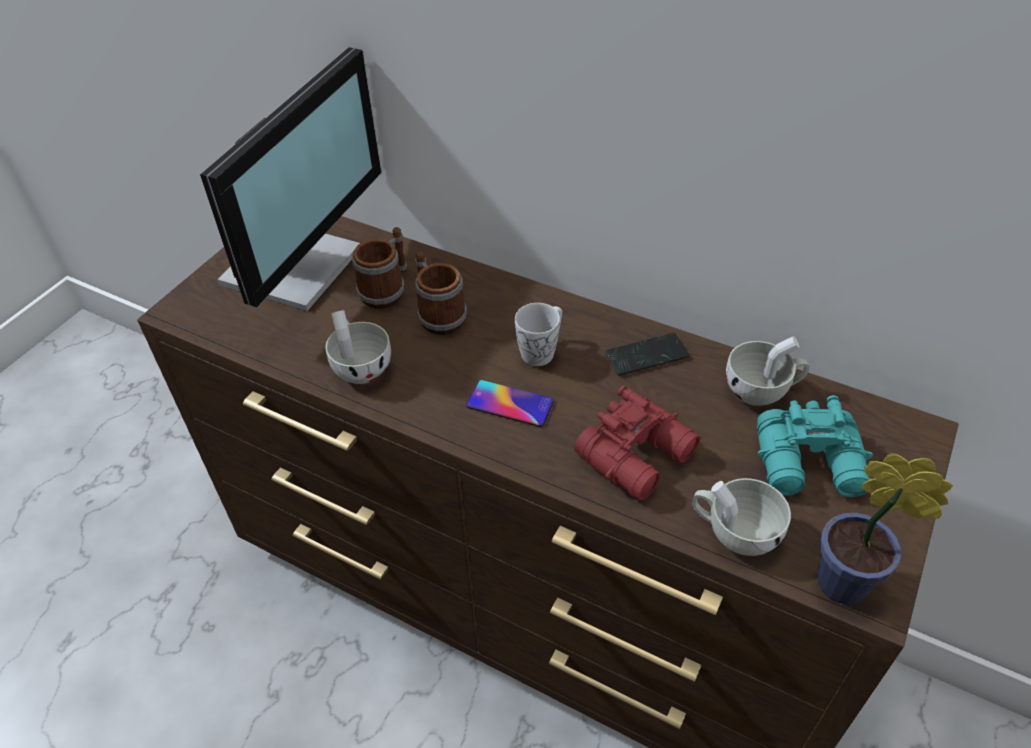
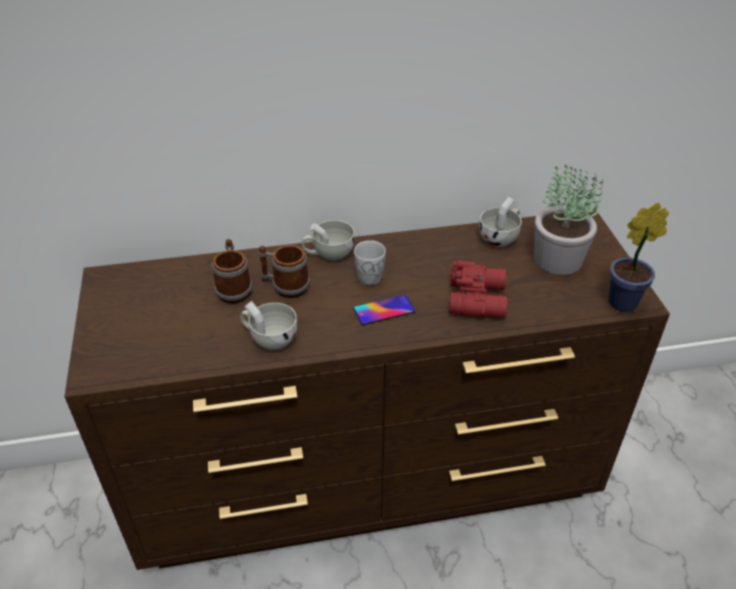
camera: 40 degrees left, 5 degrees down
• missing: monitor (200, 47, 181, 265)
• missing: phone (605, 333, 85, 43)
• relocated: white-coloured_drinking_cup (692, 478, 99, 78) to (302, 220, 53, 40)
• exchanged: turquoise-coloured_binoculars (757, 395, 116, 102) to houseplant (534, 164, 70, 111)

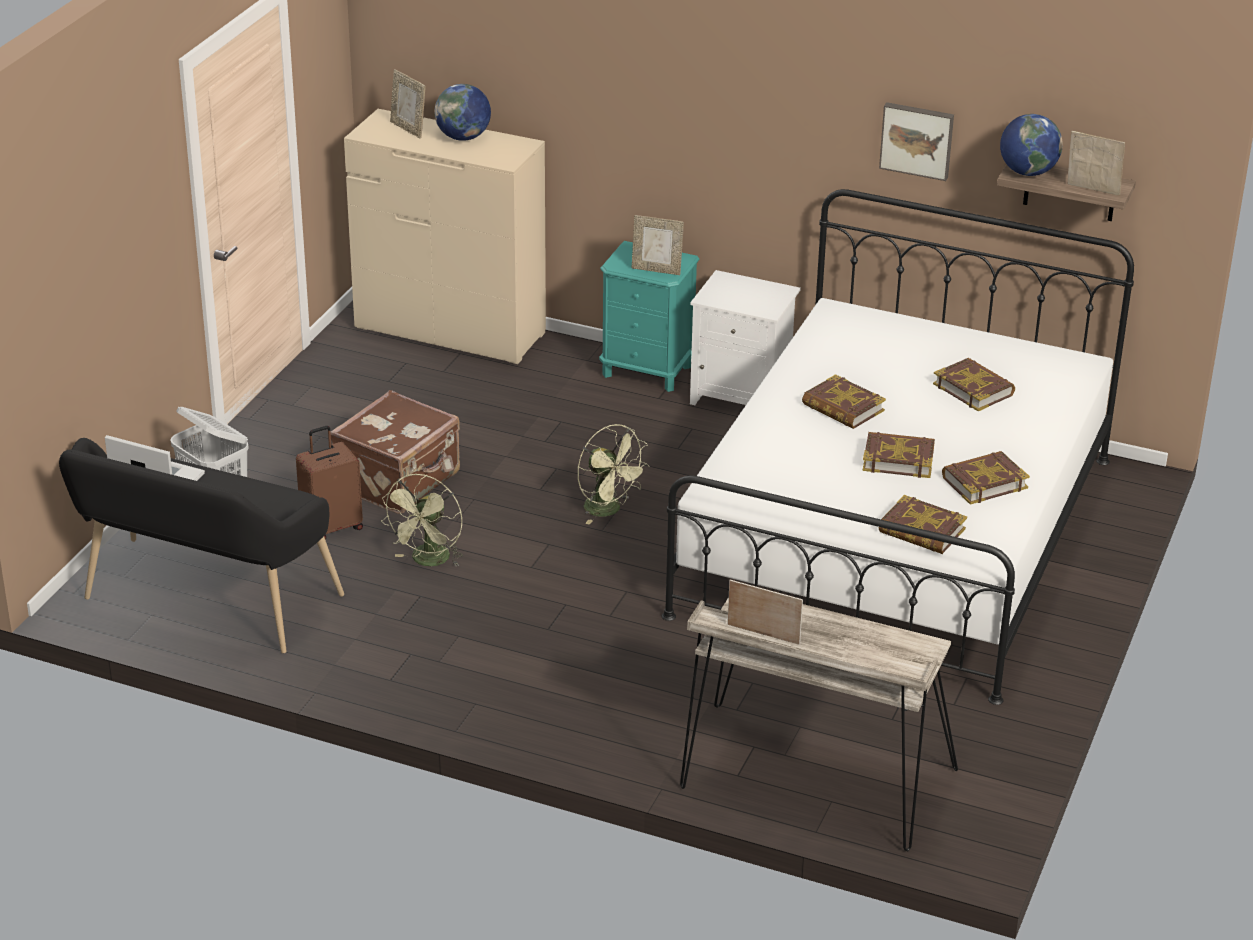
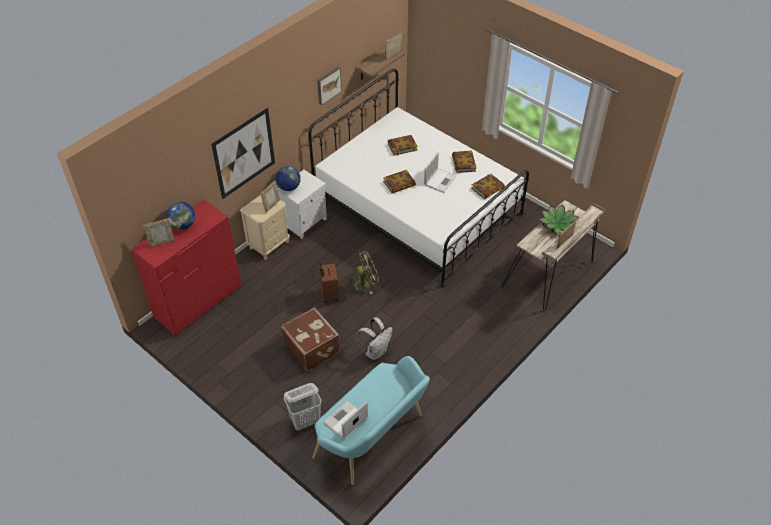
camera: 70 degrees left, 15 degrees up
• appeared: picture (211, 108, 64, 91)
• appeared: houseplant (539, 205, 40, 29)
• relocated: brown_travel_case (296, 426, 67, 114) to (319, 263, 20, 40)
• relocated: desk_globe (1000, 114, 63, 62) to (276, 166, 25, 25)
• exchanged: greenish_electric_fan (381, 474, 82, 92) to white-coloured_rucksack (357, 317, 36, 43)
• exchanged: volume (863, 432, 72, 46) to portable_computer (424, 152, 33, 41)
• colour: black_long_seat (59, 438, 285, 215) to turquoise-coloured_long_seat (312, 356, 118, 129)
• colour: beige_chest_of_drawers (344, 109, 202, 255) to red_chest_of_drawers (132, 200, 109, 135)
• colour: turquoise-coloured_bedside_table (599, 241, 101, 151) to beige_bedside_table (240, 195, 50, 65)

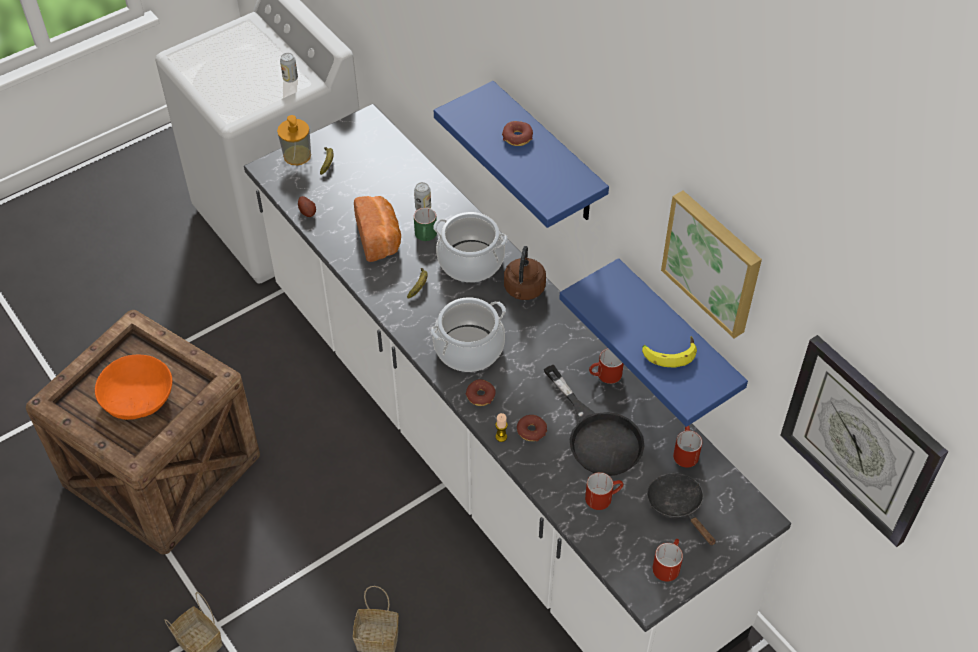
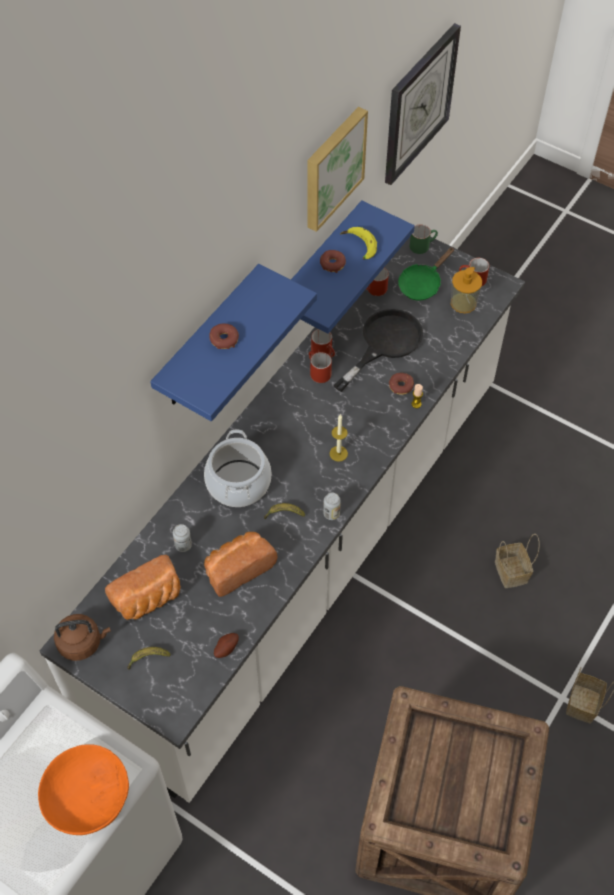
camera: 110 degrees left, 5 degrees up
• appeared: bread (105, 555, 76, 65)
• relocated: orange_deep_dish (95, 355, 77, 65) to (38, 744, 91, 91)
• relocated: soap_bottle (277, 115, 34, 50) to (451, 267, 31, 46)
• relocated: can (280, 53, 18, 29) to (323, 493, 18, 27)
• relocated: greenish_tea_mug (414, 208, 23, 33) to (410, 225, 28, 29)
• relocated: ring_doughnut (466, 379, 30, 27) to (320, 250, 26, 23)
• relocated: brown_water_kettle (504, 246, 42, 54) to (54, 614, 57, 47)
• relocated: red_tea_mug (585, 472, 38, 38) to (309, 351, 23, 32)
• exchanged: saucepot (431, 297, 75, 75) to candle (330, 414, 18, 48)
• colour: black_frying_pan (647, 473, 69, 72) to greenish_frying_pan (398, 247, 57, 53)

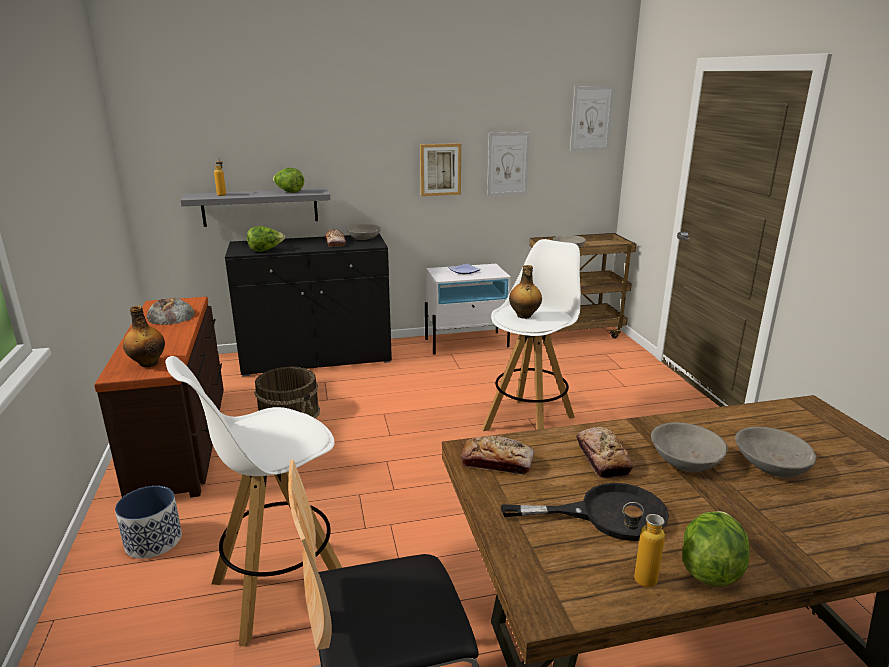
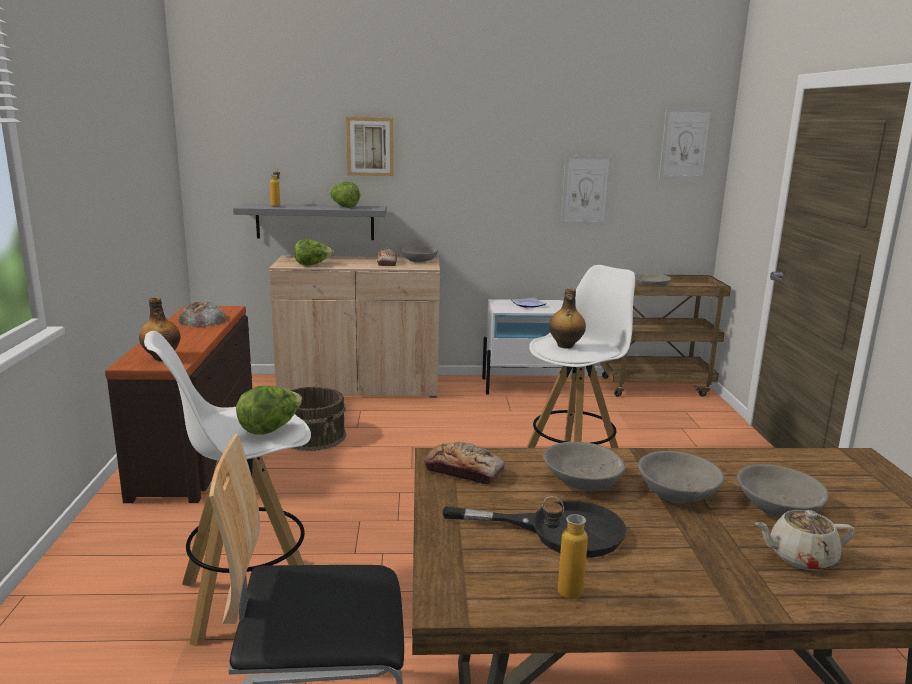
camera: 10 degrees right, 5 degrees down
• missing: plant_pot (115, 486, 67, 73)
• appeared: beige_pot_for_tea (754, 510, 101, 61)
• relocated: picture (420, 143, 41, 53) to (346, 117, 47, 59)
• relocated: head_of_lettuce (682, 511, 67, 75) to (236, 385, 66, 50)
• exchanged: bread (576, 427, 57, 52) to grey_deep_dish (543, 442, 83, 50)
• colour: black_cabinet (225, 234, 167, 142) to beige_cabinet (269, 256, 171, 142)

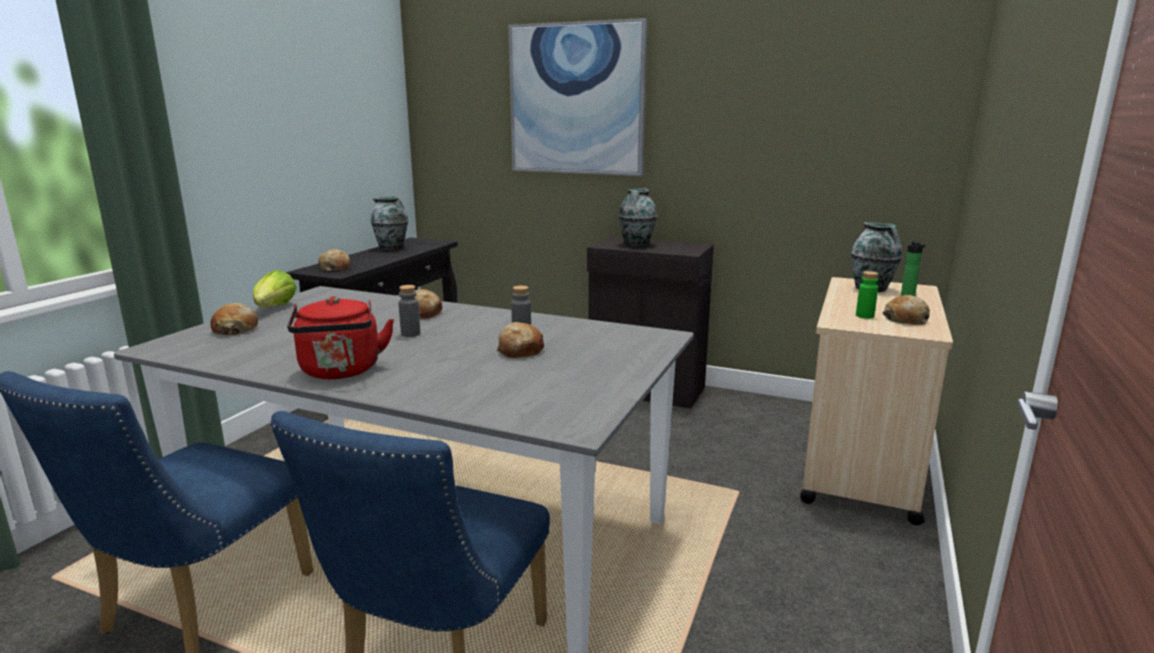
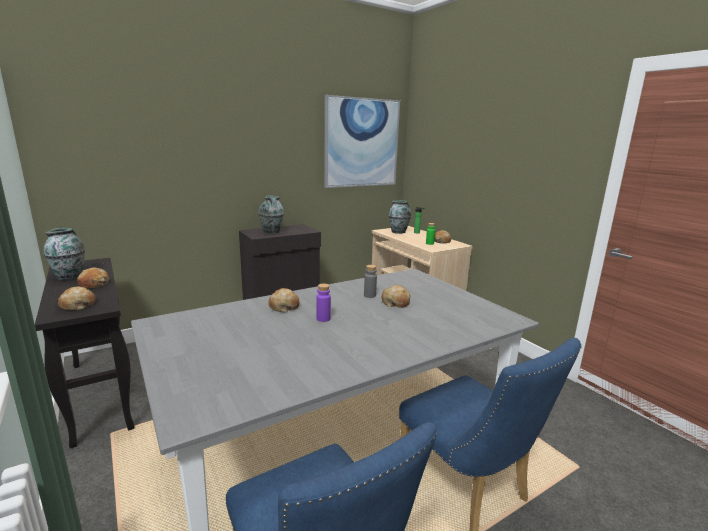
camera: 55 degrees left, 0 degrees up
• missing: head_of_lettuce (253, 270, 44, 37)
• missing: red_water_kettle (287, 296, 107, 83)
• relocated: bread (210, 303, 48, 32) to (77, 268, 32, 20)
• relocated: picture (508, 18, 139, 158) to (324, 95, 76, 93)
• colour: grey_bottle (398, 285, 22, 52) to purplish_bottle (316, 283, 15, 39)

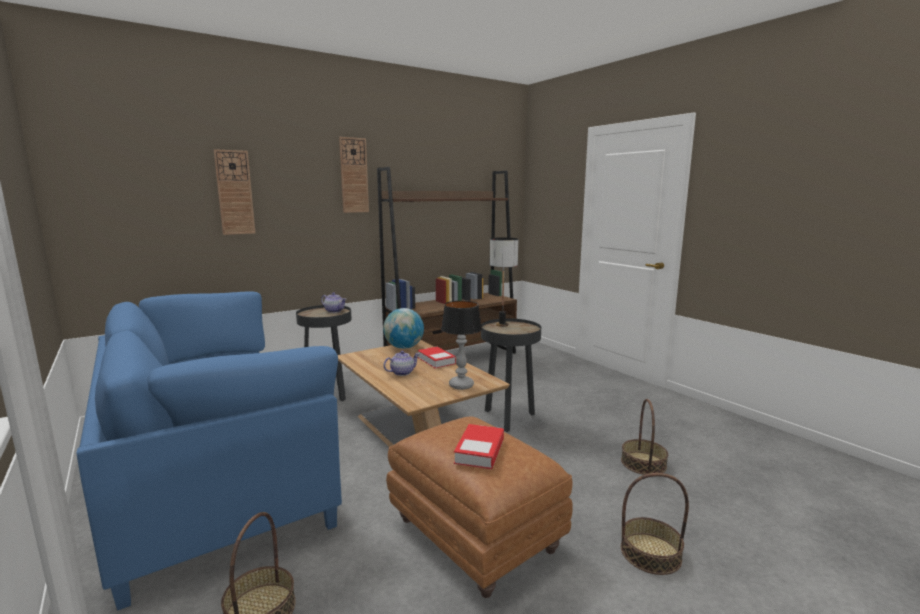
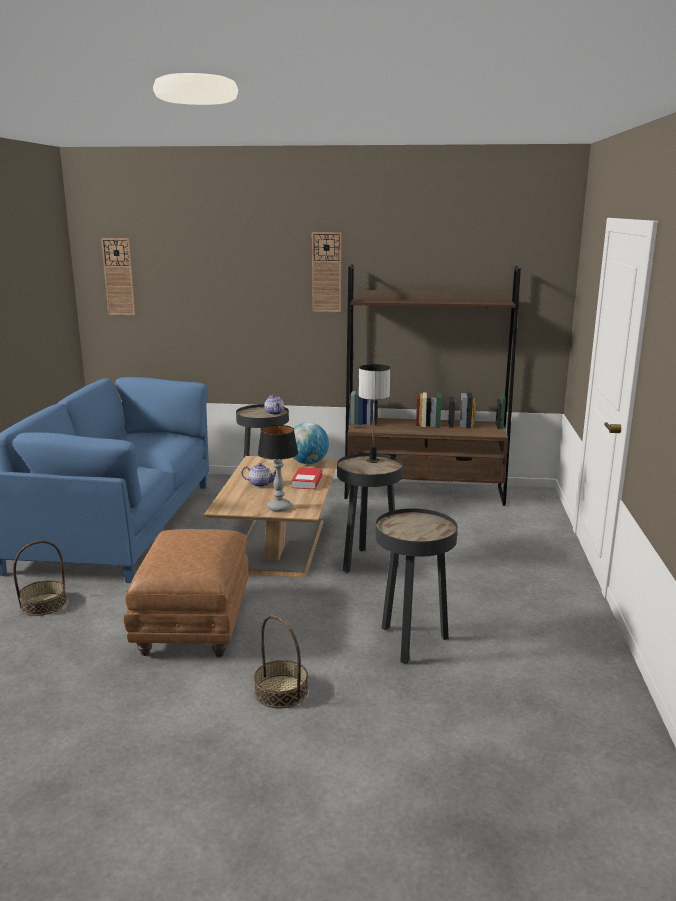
camera: 40 degrees right, 5 degrees up
• missing: volume (454, 424, 50, 45)
• relocated: clock_on_the_wall (214, 149, 41, 86) to (101, 238, 35, 77)
• exchanged: household_basket (621, 399, 47, 76) to black_side_table (375, 508, 82, 156)

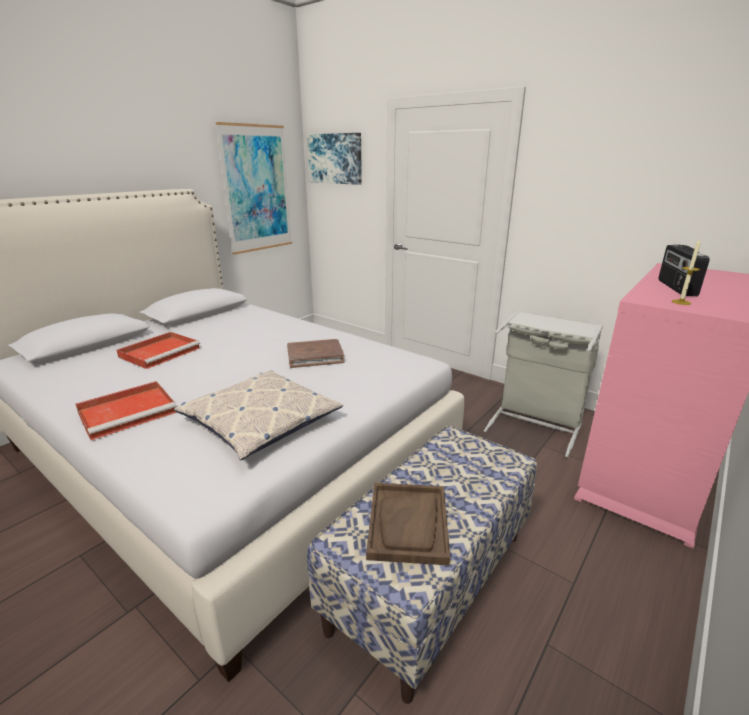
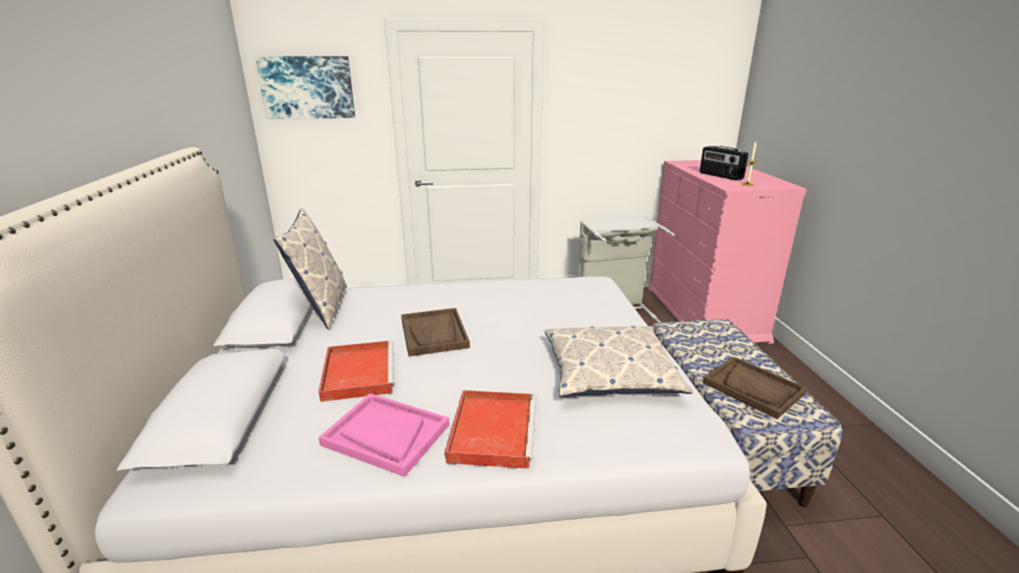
camera: 45 degrees left, 0 degrees up
• missing: picture (216, 122, 76, 133)
• missing: brown_volume (287, 339, 58, 29)
• appeared: pillow (274, 209, 73, 120)
• appeared: pink_serving_tray (318, 393, 131, 84)
• appeared: brown_serving_tray (401, 308, 69, 49)

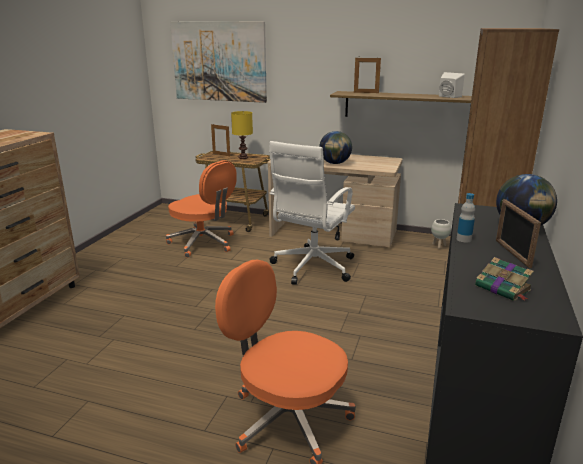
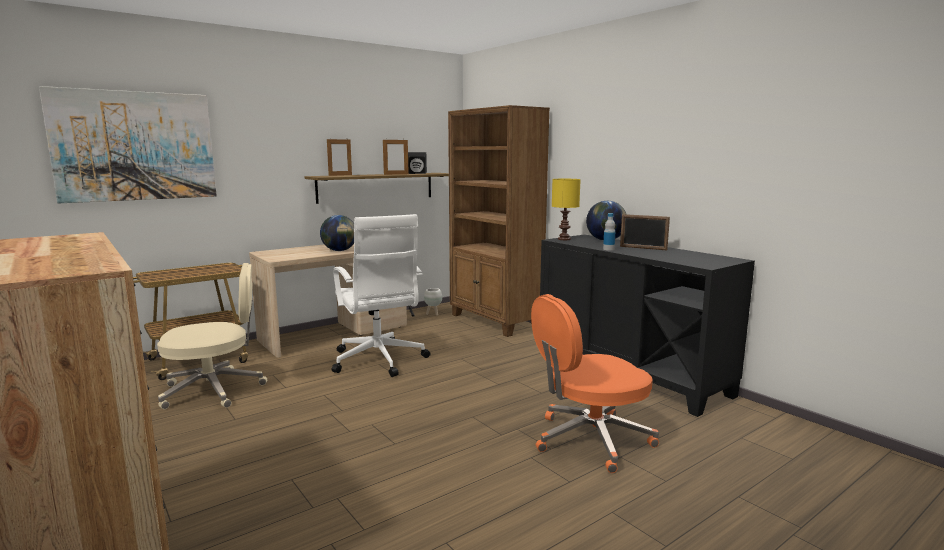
camera: 55 degrees left, 10 degrees down
• missing: volume (475, 257, 59, 44)
• relocated: standing_frame (211, 124, 19, 32) to (383, 140, 26, 35)
• relocated: yellow-coloured_lamp_for_a_table (231, 111, 22, 48) to (552, 179, 29, 61)
• colour: orange_computer_chair (166, 160, 71, 98) to beige_computer_chair (157, 263, 110, 146)
• colour: white-coloured_speaker (439, 72, 26, 26) to black_speaker (408, 152, 19, 22)

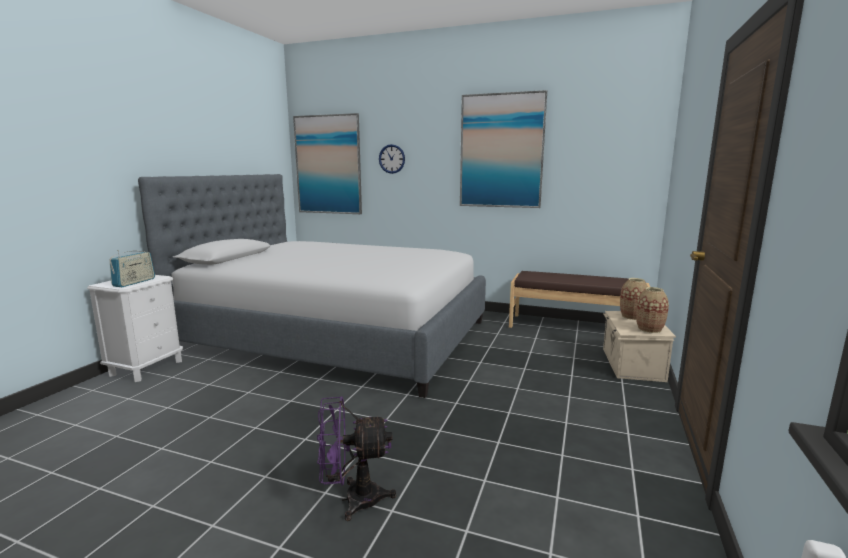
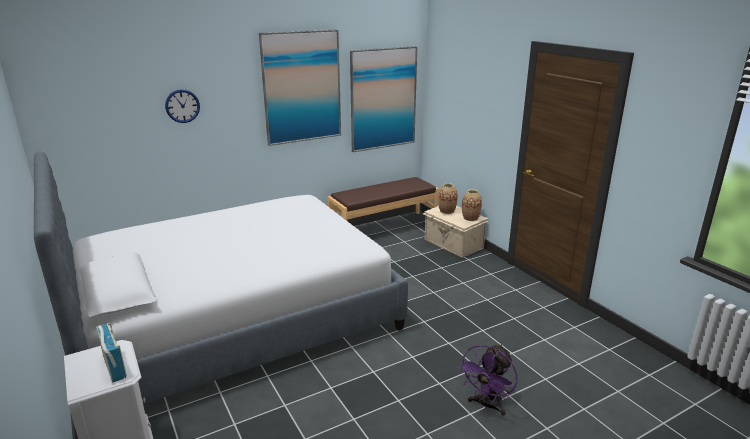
camera: 50 degrees left, 10 degrees up
• relocated: picture (293, 113, 69, 101) to (350, 46, 67, 106)

